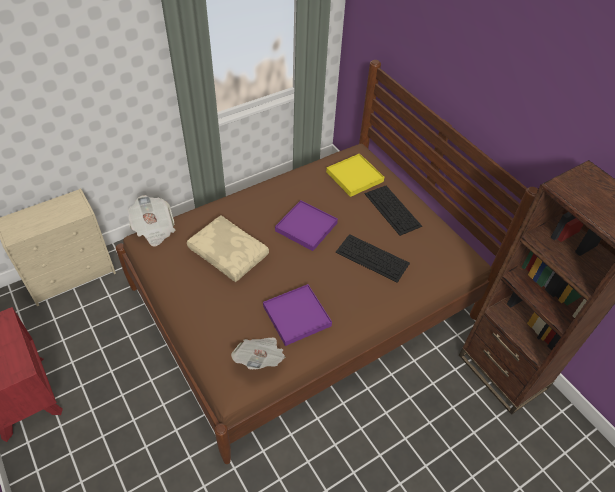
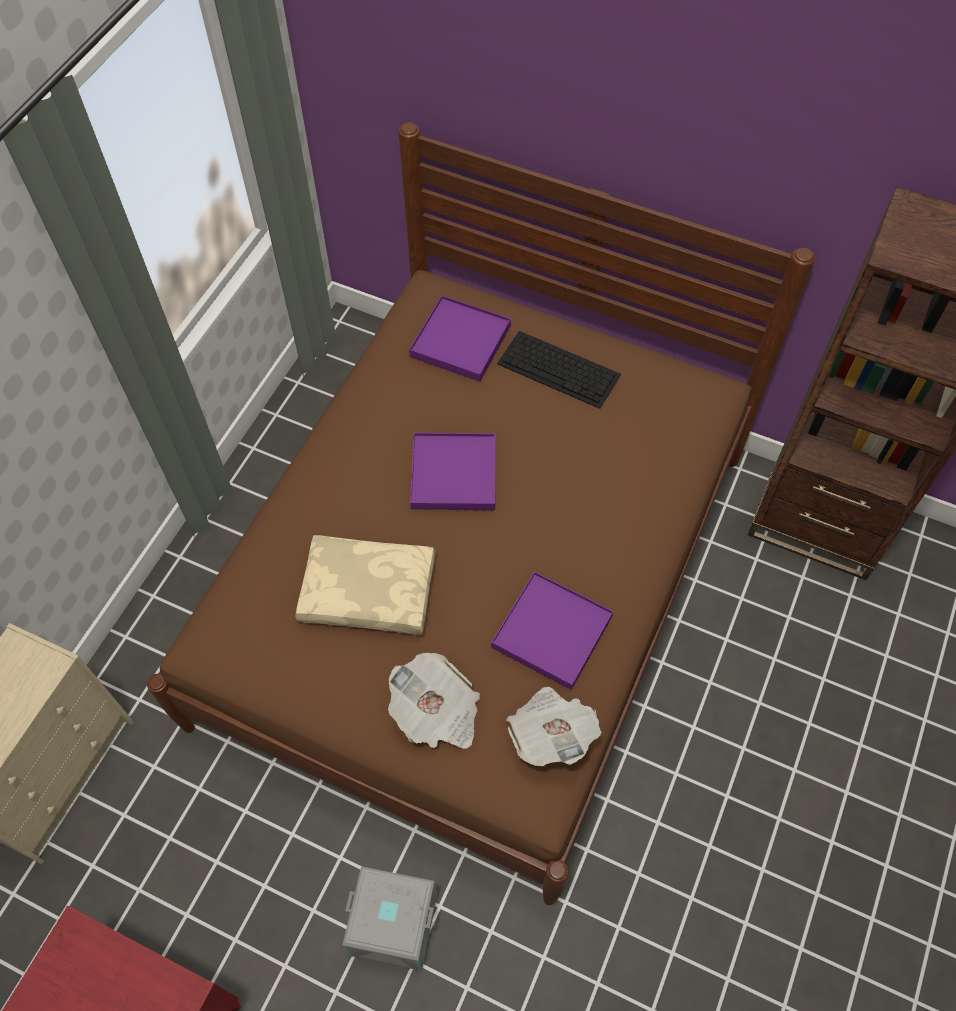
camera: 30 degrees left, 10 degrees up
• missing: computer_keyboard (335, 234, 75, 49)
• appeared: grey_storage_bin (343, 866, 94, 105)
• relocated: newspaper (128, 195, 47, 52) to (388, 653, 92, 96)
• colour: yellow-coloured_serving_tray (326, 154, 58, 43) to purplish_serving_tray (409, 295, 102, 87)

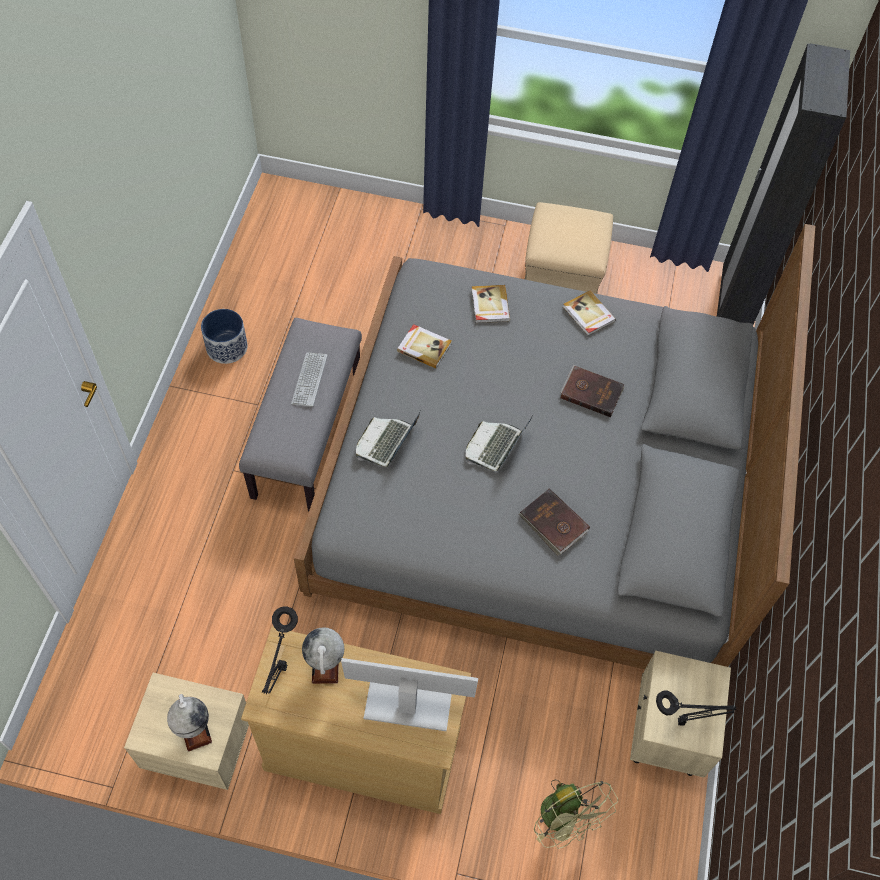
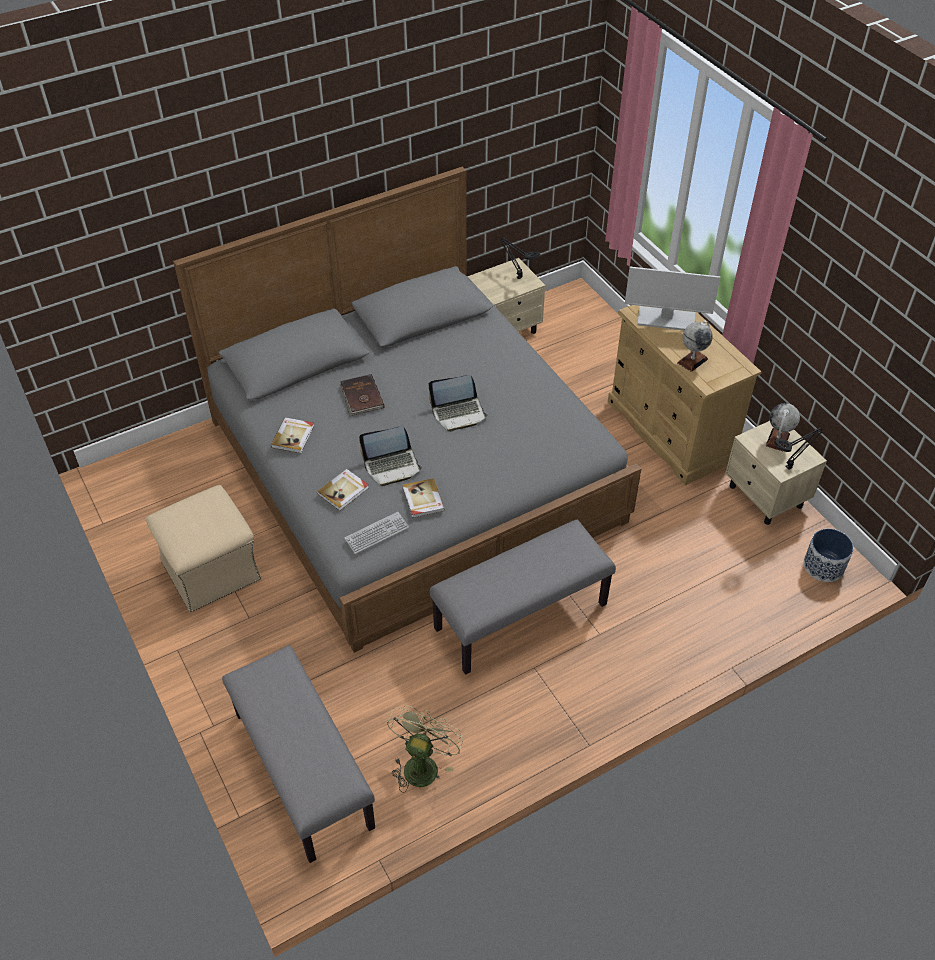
camera: 130 degrees left, 10 degrees down
• missing: brown_volume (519, 488, 71, 68)
• missing: black_armoire (717, 43, 133, 281)
• appeared: grey_long_seat (222, 645, 153, 218)
• relocated: plant_pot (201, 309, 47, 55) to (804, 528, 50, 54)
• relocated: black_lamp_for_a_table (262, 607, 36, 87) to (774, 427, 48, 42)
• relocated: computer_keyboard (291, 352, 37, 55) to (344, 512, 65, 42)
• relocated: portable_computer (356, 409, 66, 58) to (359, 426, 63, 60)
• relocated: greenish_electric_fan (534, 780, 84, 69) to (387, 705, 76, 88)
• spun: monitor (341, 658, 137, 73) = (625, 267, 95, 63) 45 degrees counterclockwise

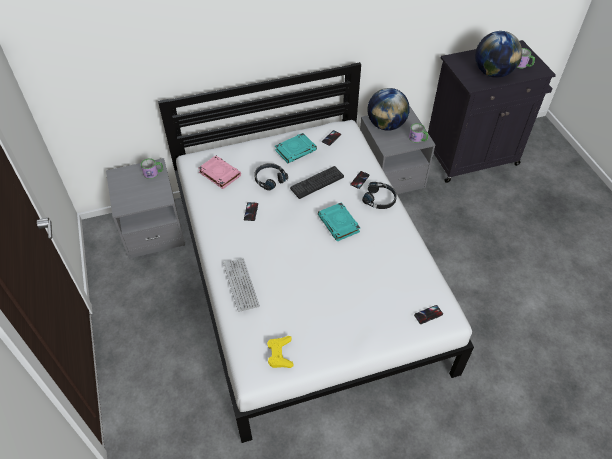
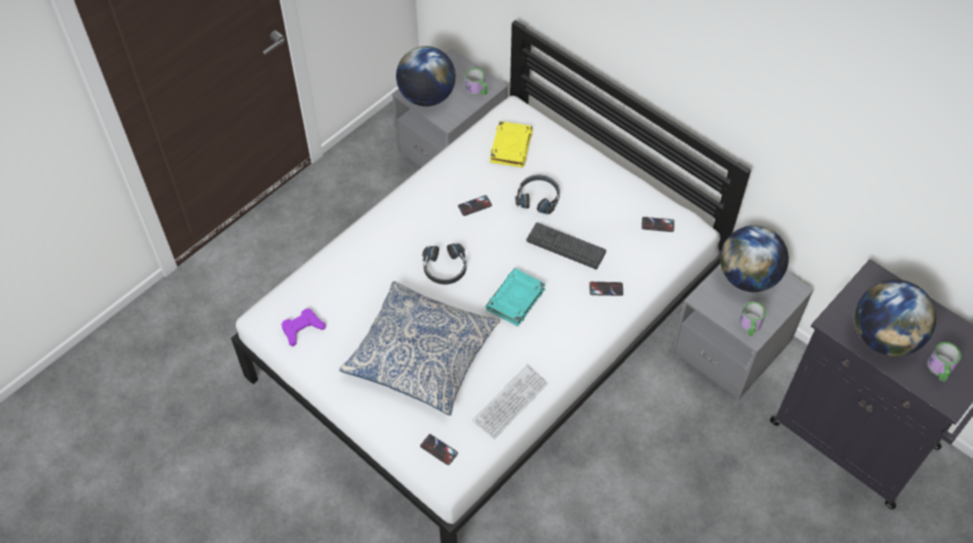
camera: 60 degrees right, 5 degrees up
• missing: turquoise-coloured_volume (275, 133, 42, 30)
• appeared: pillow (339, 281, 161, 135)
• appeared: desk_globe (396, 46, 60, 61)
• relocated: computer_keyboard (223, 259, 37, 53) to (472, 365, 76, 74)
• relocated: black_pair_of_headphones (362, 182, 35, 27) to (422, 243, 45, 41)
• colour: pink_volume (198, 155, 43, 34) to yellow-coloured_volume (490, 121, 43, 46)
• colour: yellow-coloured_gamepad (267, 336, 27, 32) to purplish_gamepad (281, 309, 45, 38)

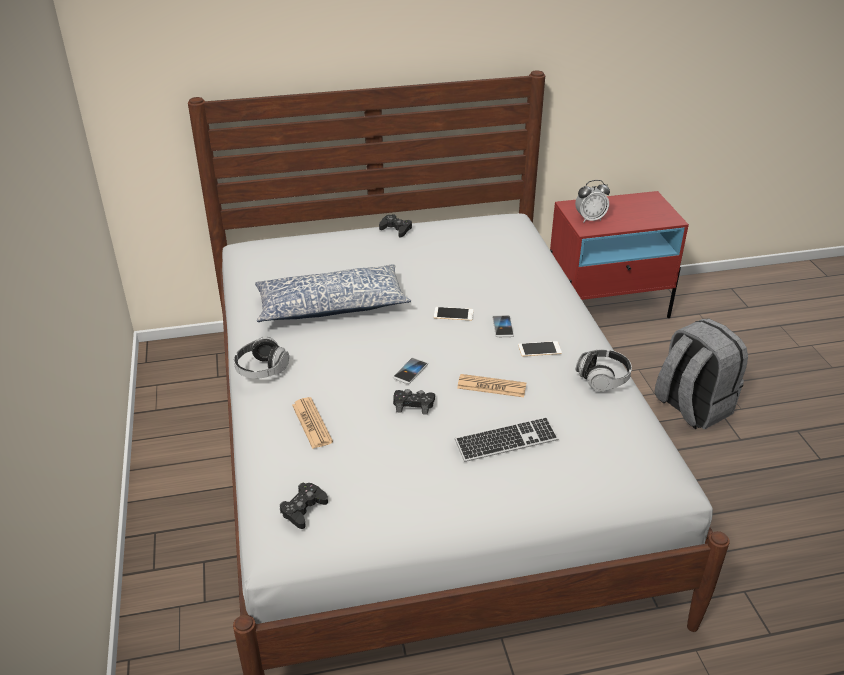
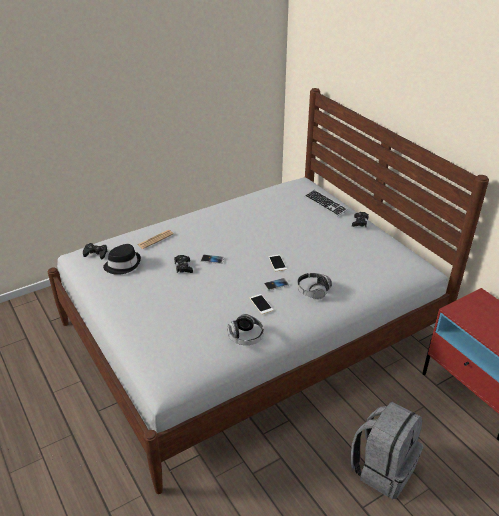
camera: 70 degrees right, 0 degrees up
• missing: pillow (255, 264, 156, 58)
• missing: newspaper (457, 374, 69, 23)
• missing: alarm_clock (575, 180, 35, 43)
• appeared: black_wearable_hat (103, 244, 38, 31)
• relocated: pair_of_headphones (234, 336, 55, 43) to (297, 273, 35, 26)
• relocated: computer_keyboard (455, 417, 104, 45) to (305, 190, 43, 26)

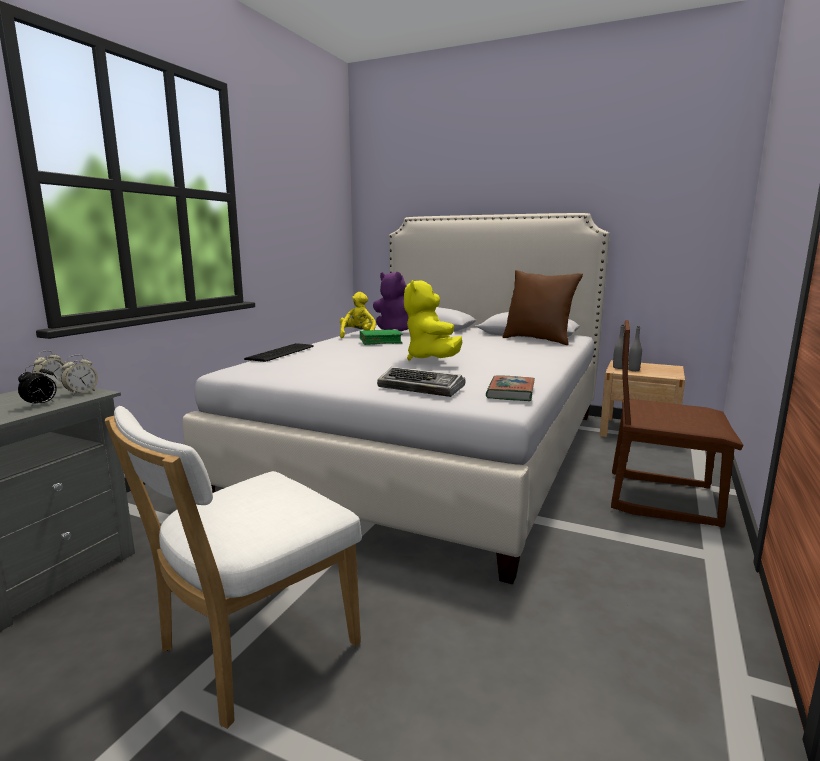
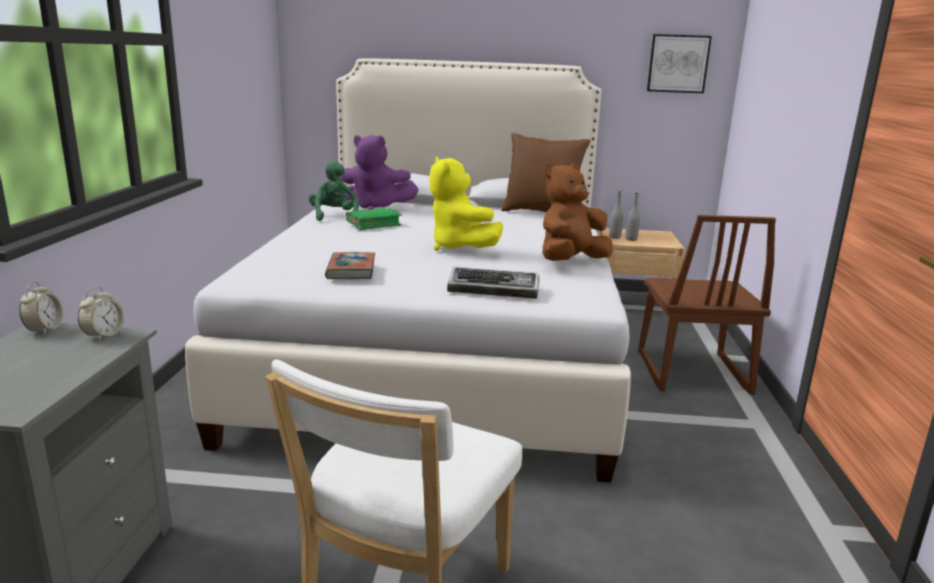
camera: 20 degrees left, 5 degrees up
• missing: alarm_clock (18, 364, 39, 43)
• missing: computer_keyboard (244, 343, 70, 19)
• appeared: brown_cuddly_toy (542, 163, 71, 98)
• appeared: picture (647, 34, 65, 59)
• relocated: volume (486, 376, 49, 25) to (325, 252, 50, 27)
• colour: yellow-coloured_cuddly_toy (340, 292, 36, 46) to greenish_cuddly_toy (309, 161, 50, 60)
• spun: brown_chair (611, 320, 132, 208) = (638, 215, 138, 180) 90 degrees counterclockwise

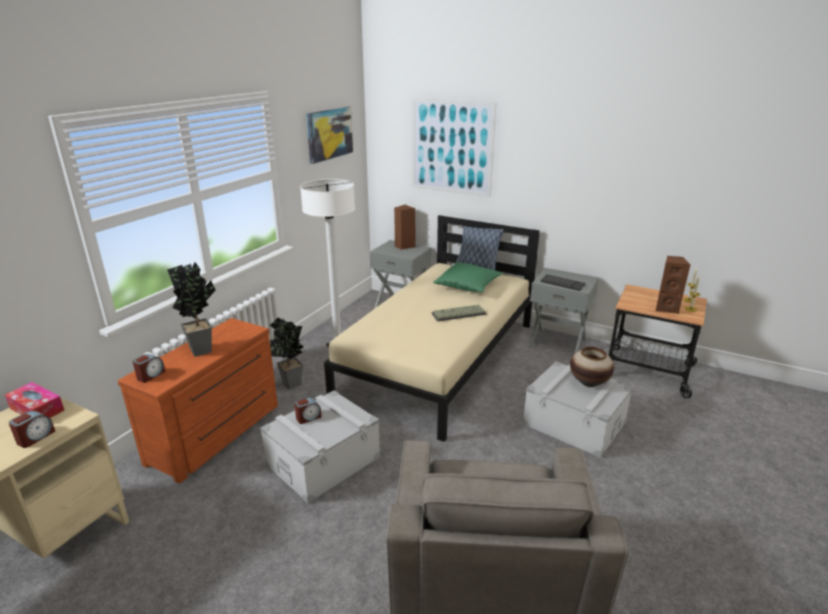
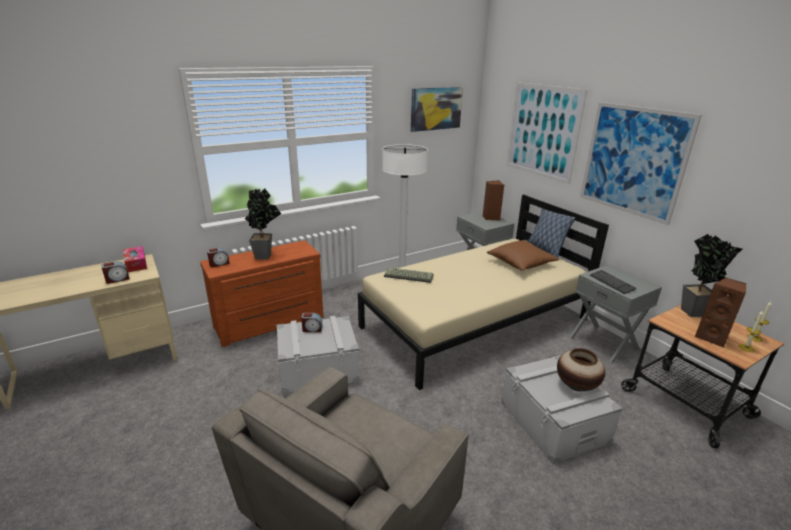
camera: 30 degrees right, 0 degrees up
• appeared: picture (580, 102, 122, 123)
• relocated: houseplant (270, 317, 33, 72) to (681, 234, 61, 83)
• relocated: computer_keyboard (431, 304, 56, 18) to (384, 267, 50, 16)
• colour: greenish_pillow (433, 262, 70, 30) to brown_pillow (487, 240, 73, 31)

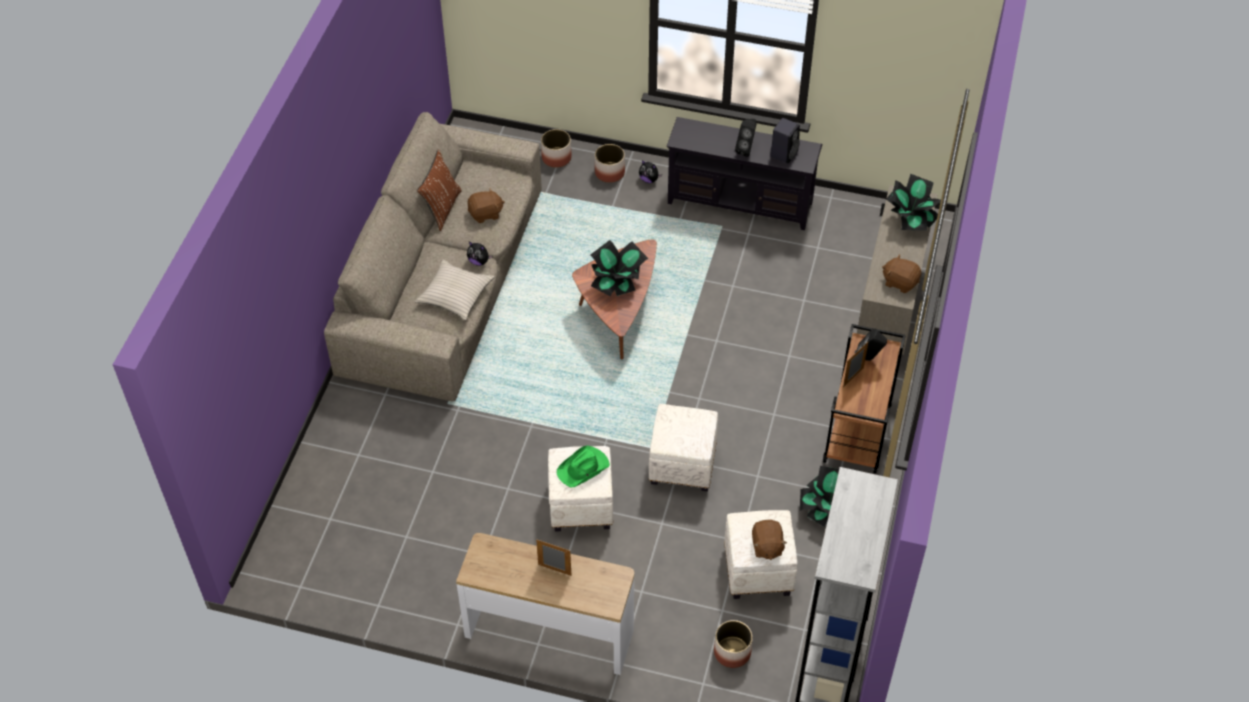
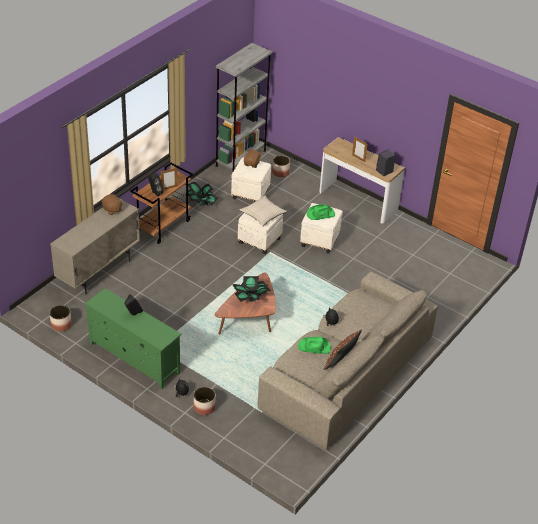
camera: 160 degrees left, 10 degrees down
• missing: houseplant (885, 174, 56, 57)
• relocated: beige_pillow (415, 259, 80, 61) to (240, 196, 47, 30)
• relocated: plant_pot (541, 129, 31, 39) to (50, 305, 22, 26)
• relocated: black_speaker (770, 118, 30, 46) to (376, 150, 19, 26)
• exchanged: brown_cuddly_toy (467, 187, 38, 36) to greenish_wearable_hat (298, 337, 33, 17)
• colour: black_tv_stand (667, 117, 155, 113) to greenish_tv_stand (84, 288, 97, 101)

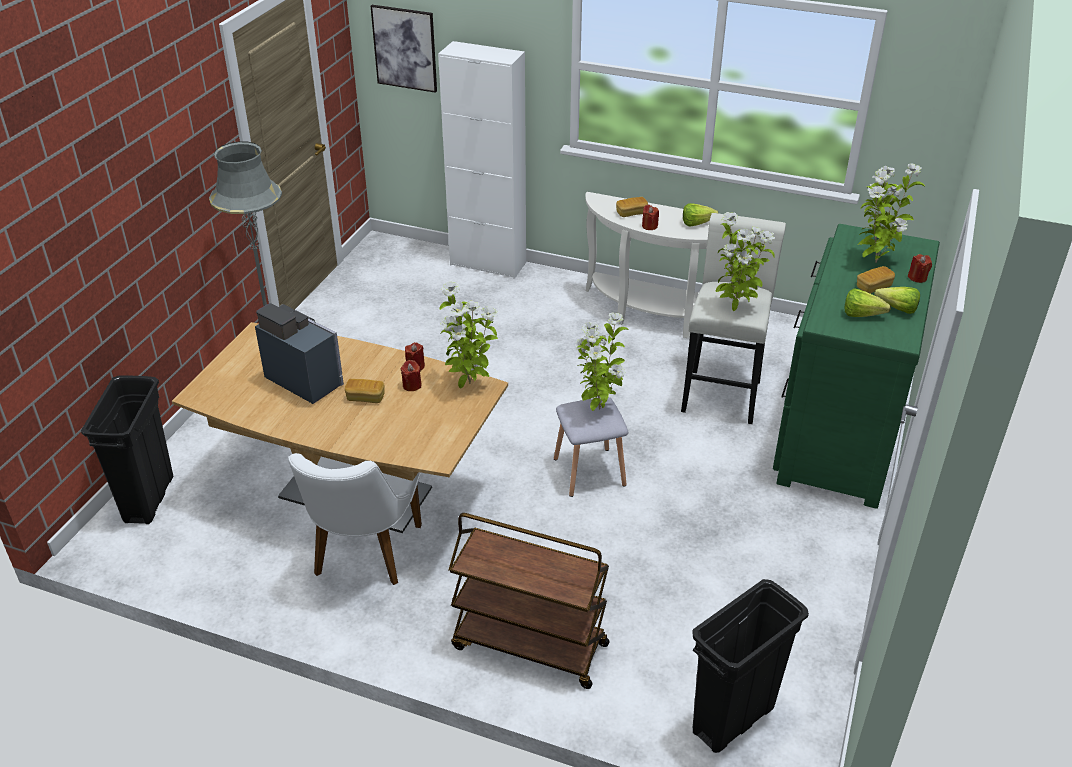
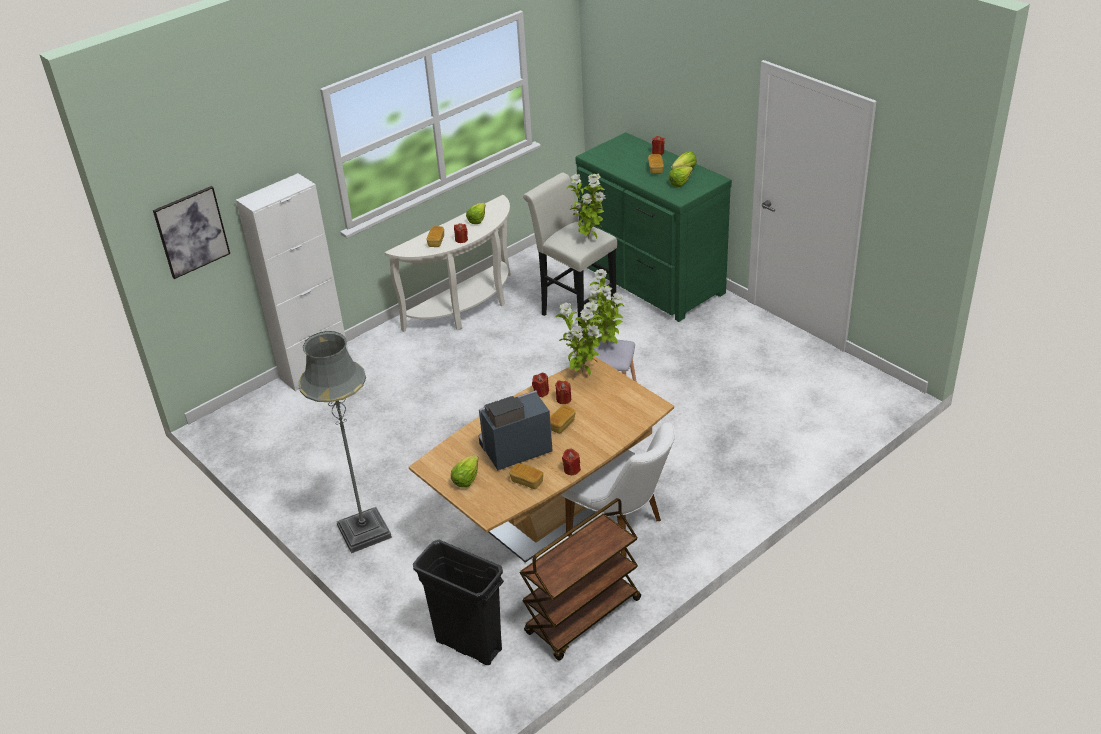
camera: 60 degrees left, 0 degrees up
• missing: black_trash_can (692, 579, 117, 174)
• missing: houseplant (858, 164, 67, 99)
• appeared: head_of_lettuce (451, 455, 27, 33)
• appeared: bread (509, 463, 34, 26)
• appeared: red_candle (562, 448, 19, 27)
• relocated: brown_trolley (448, 513, 161, 176) to (519, 498, 122, 163)

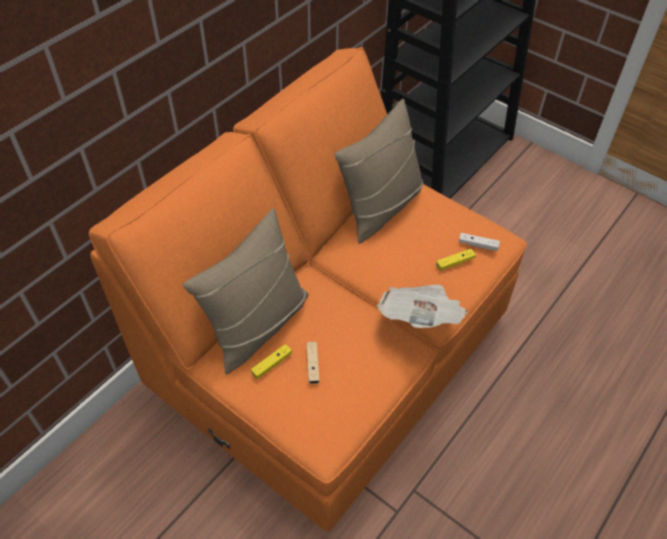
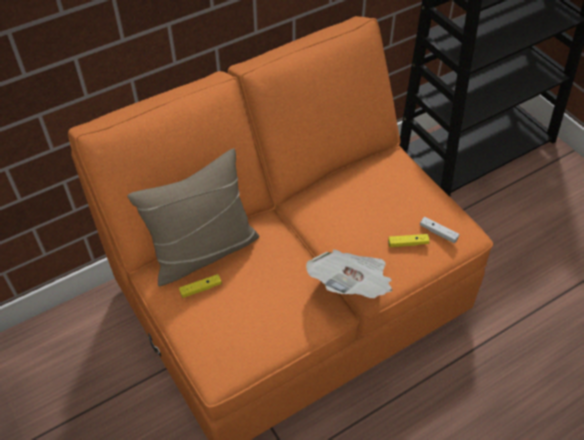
camera: 20 degrees right, 0 degrees up
• missing: beige_gamepad (306, 342, 14, 42)
• missing: beige_pillow (335, 99, 88, 145)

